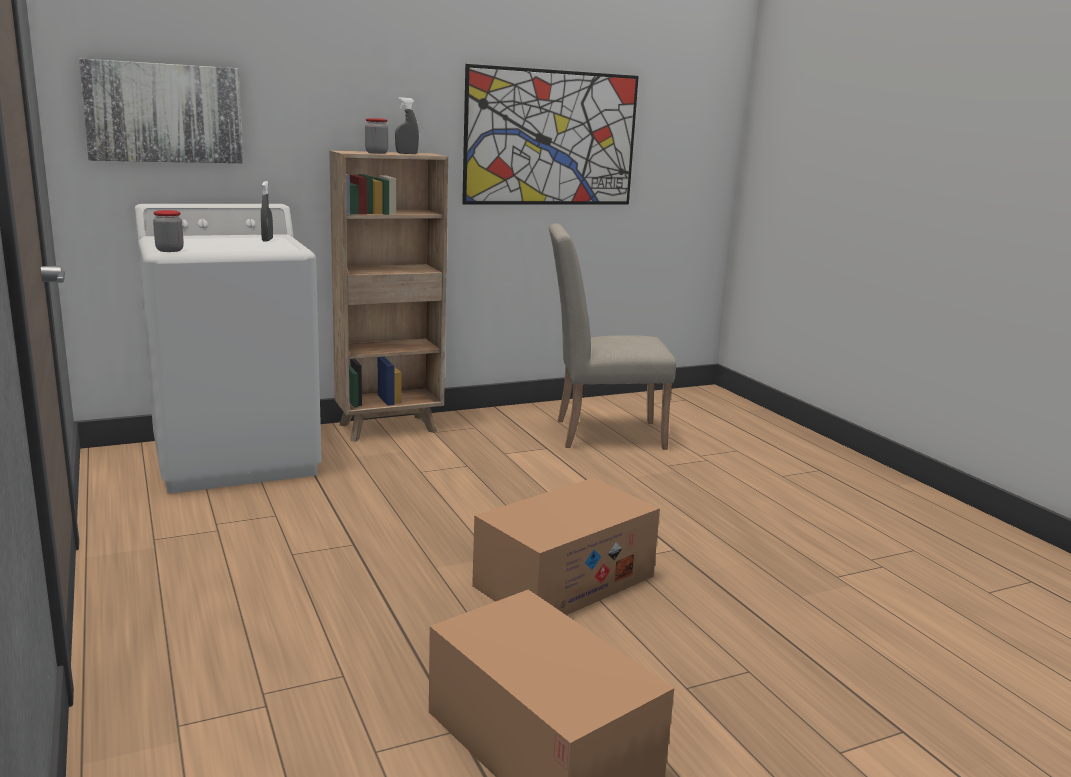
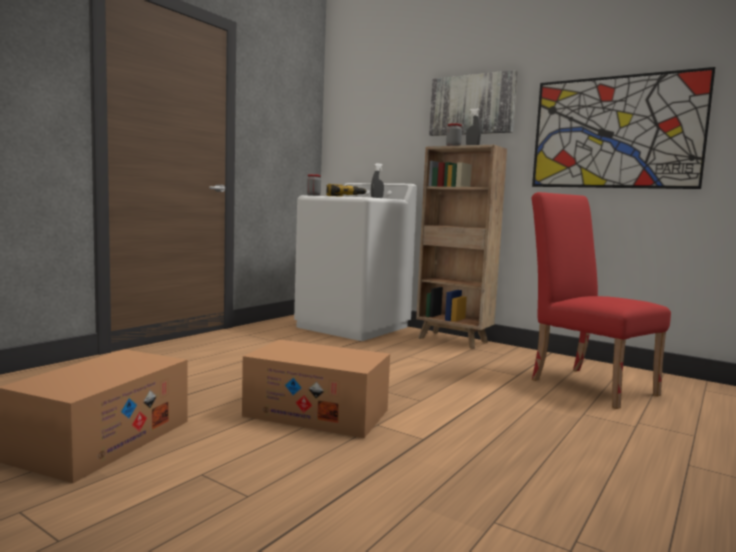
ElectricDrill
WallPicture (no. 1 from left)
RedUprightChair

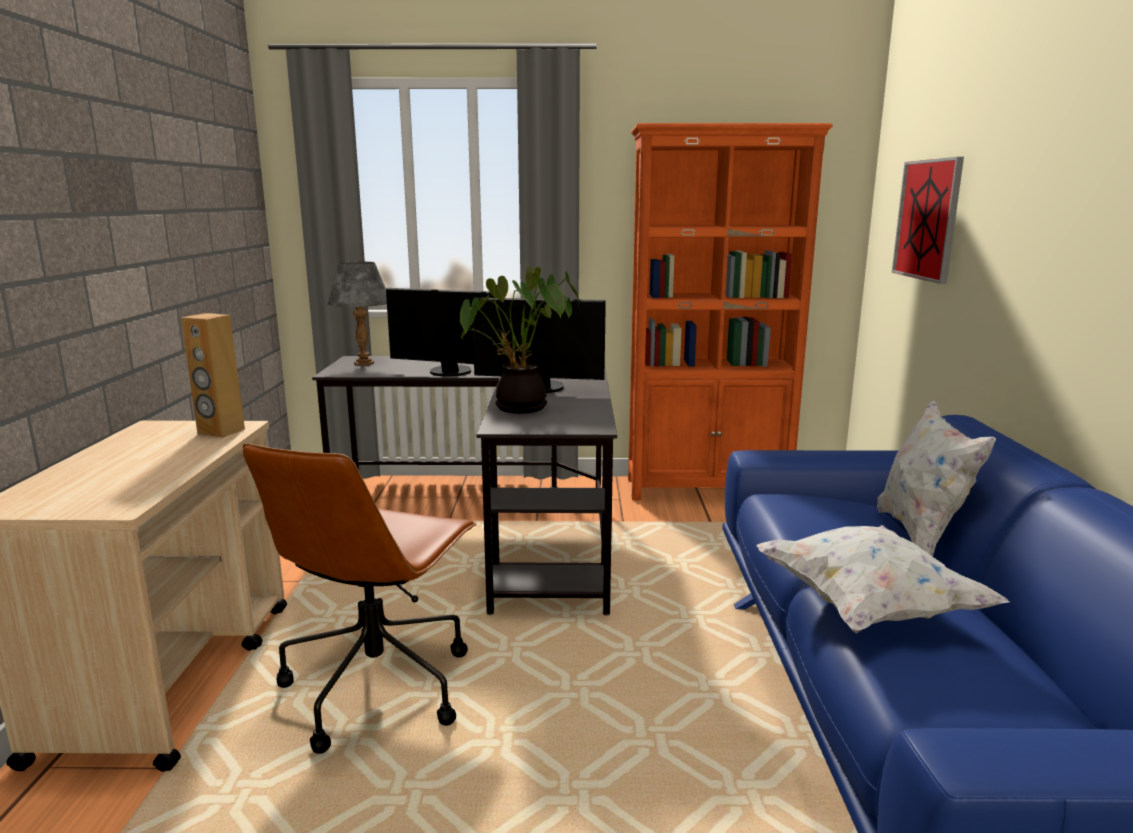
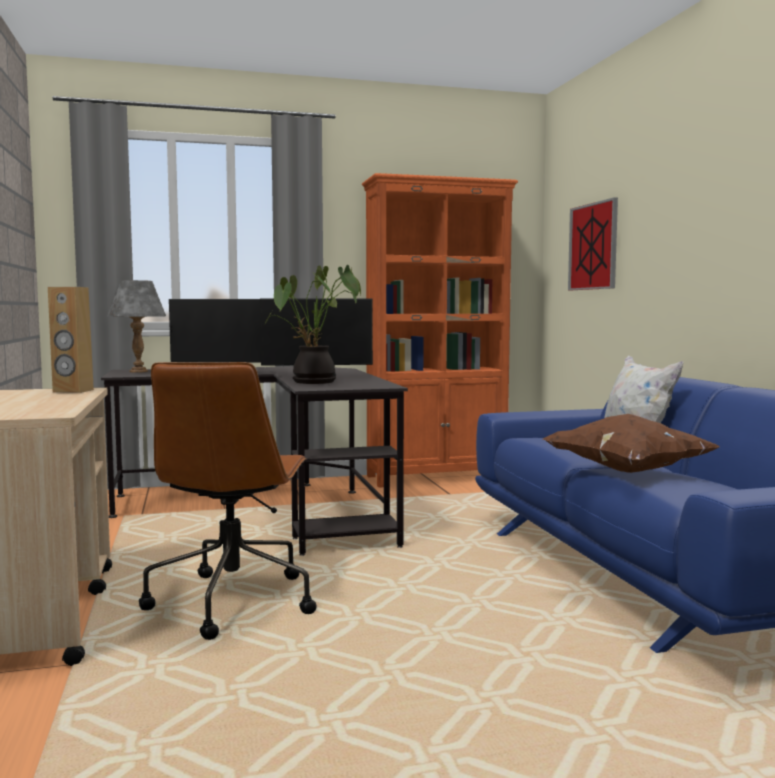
BrownColouredThrowPillow

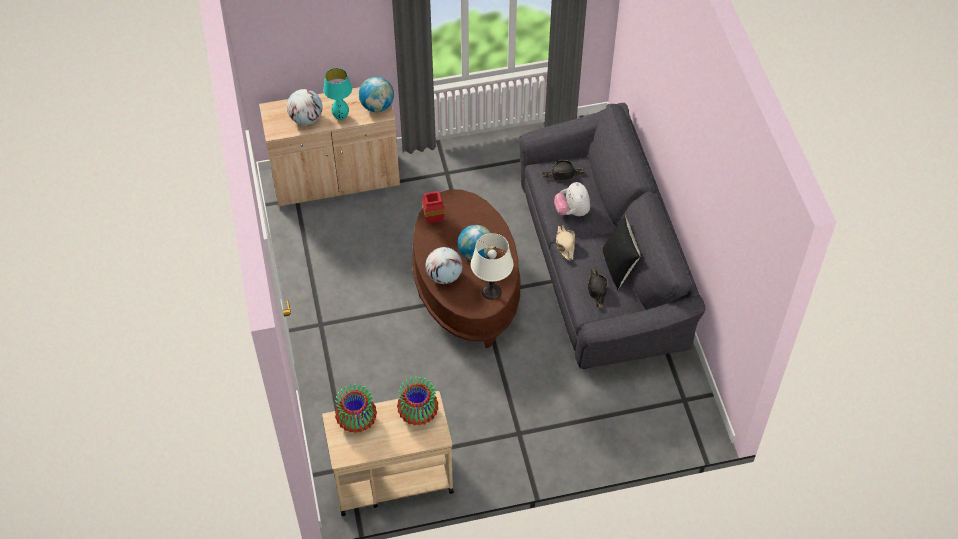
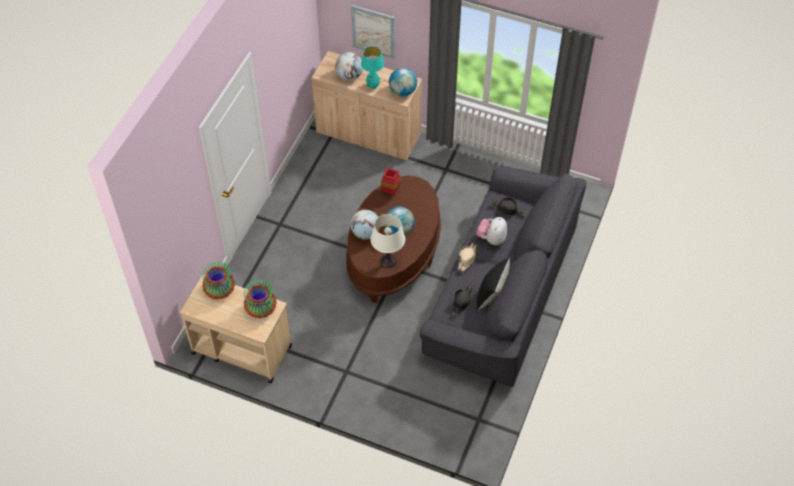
WallPicture

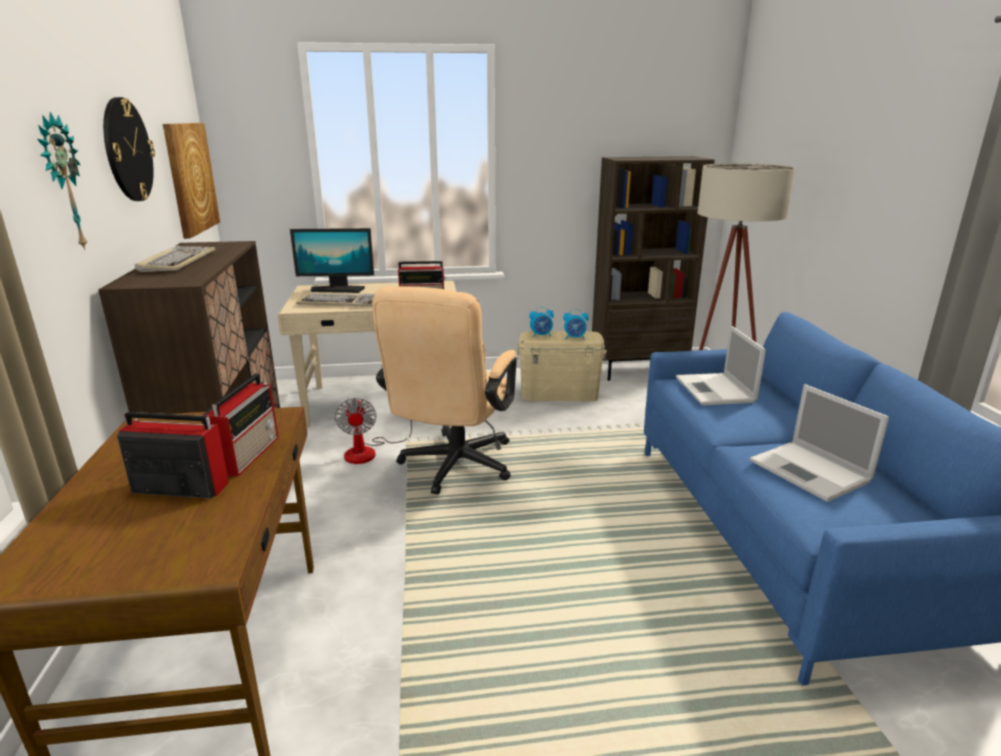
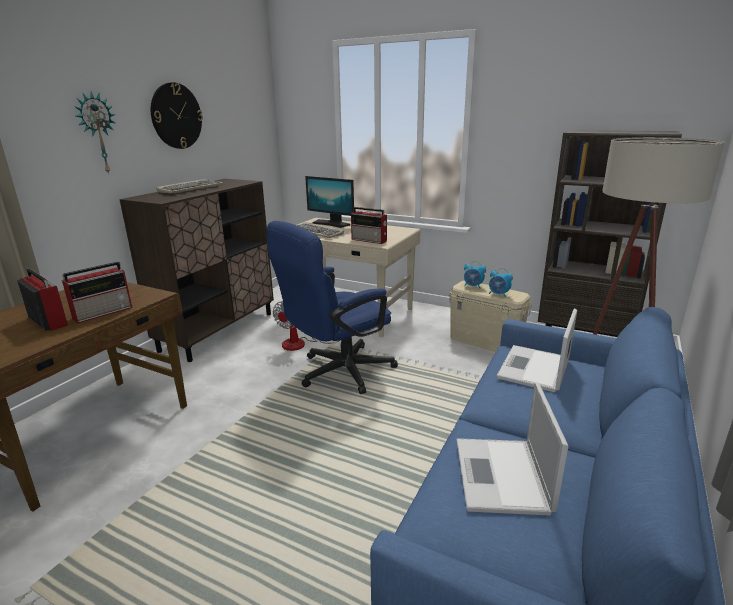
BlueColouredOfficeChair
WallPicture

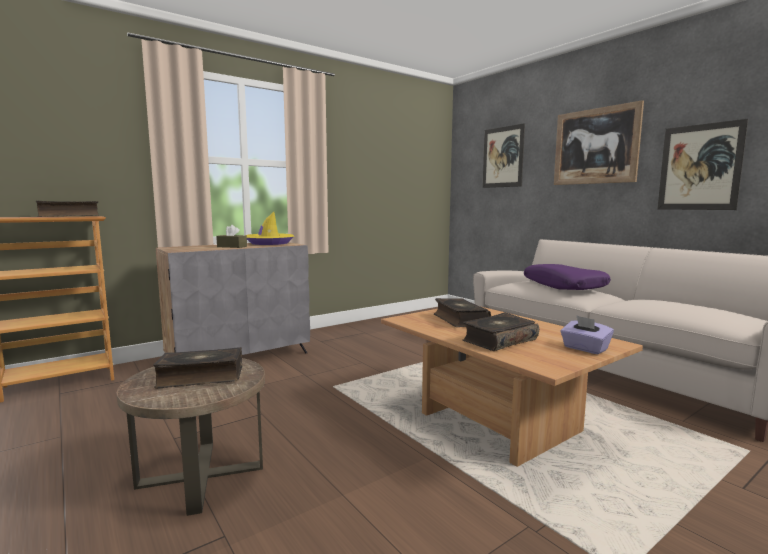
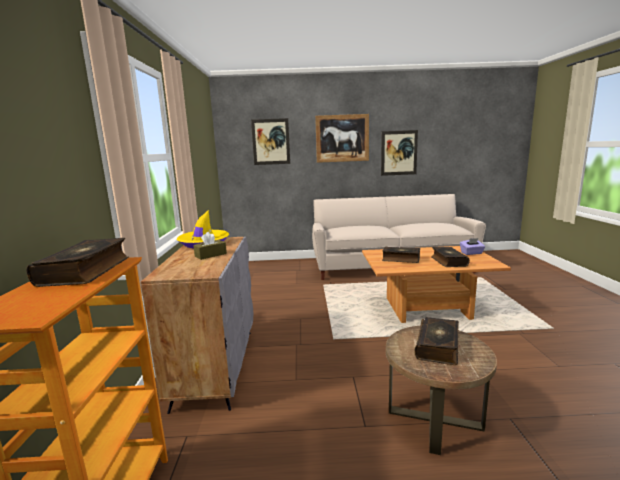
PurpleColouredThrowPillow

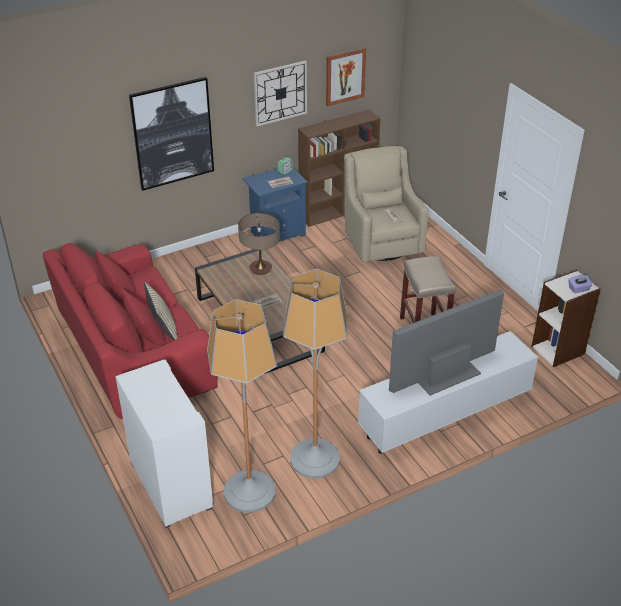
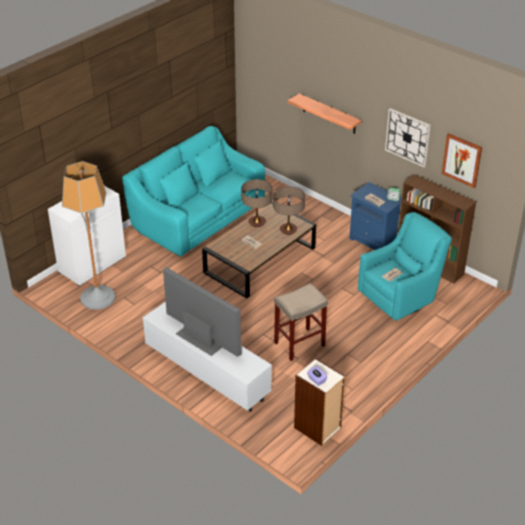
TurquoiseColouredSettee
LampForATable (no. 1 from left)
WallShelf
TurquoiseColouredArmchair
BeigeColouredThrowPillow
StandingLamp (no. 2 from left in the first image)

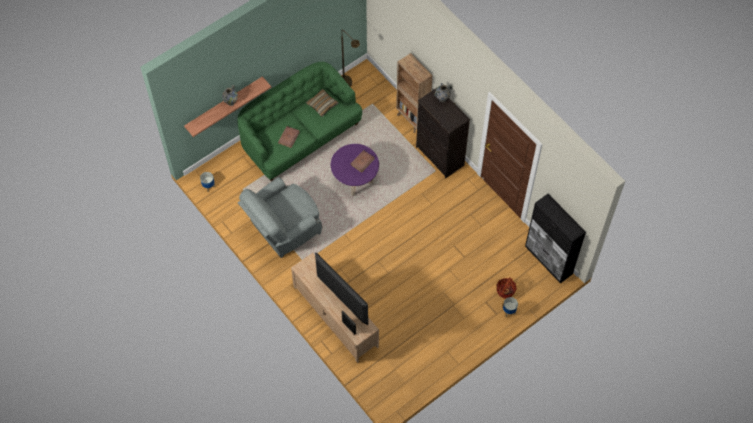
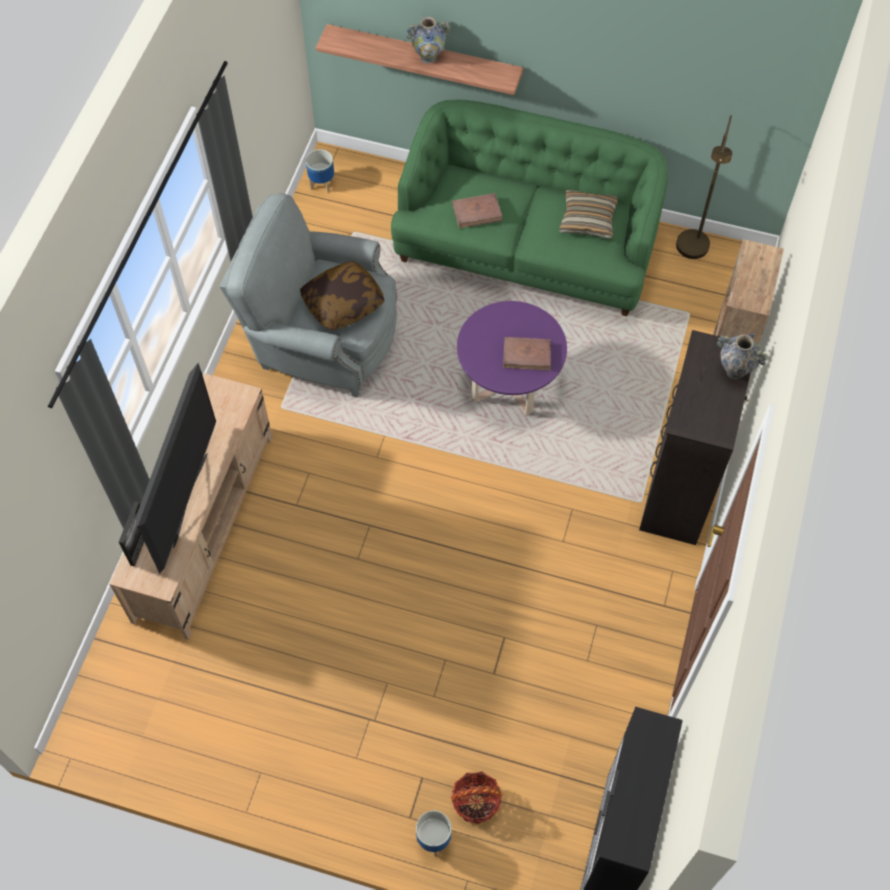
ThrowPillow (no. 1 from left)

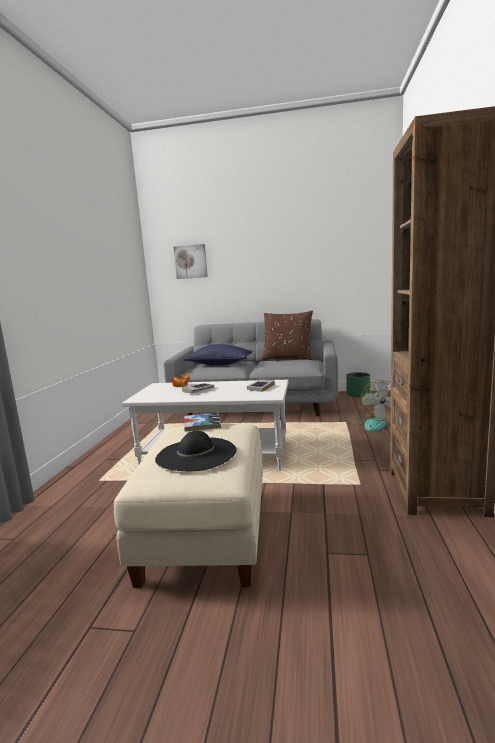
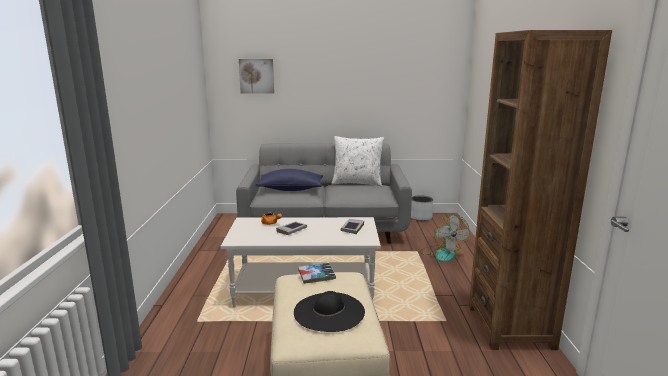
WhiteColouredThrowPillow
GrayPlanter

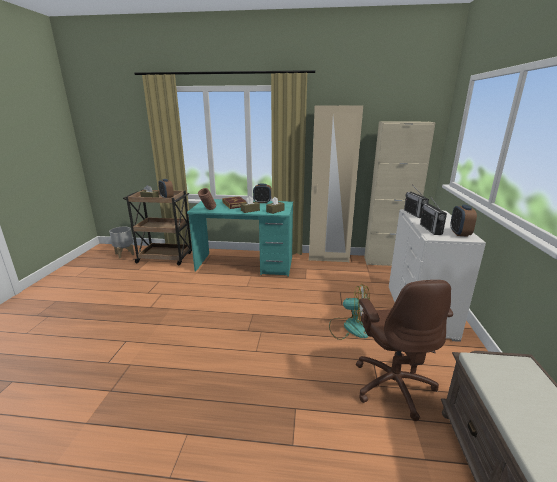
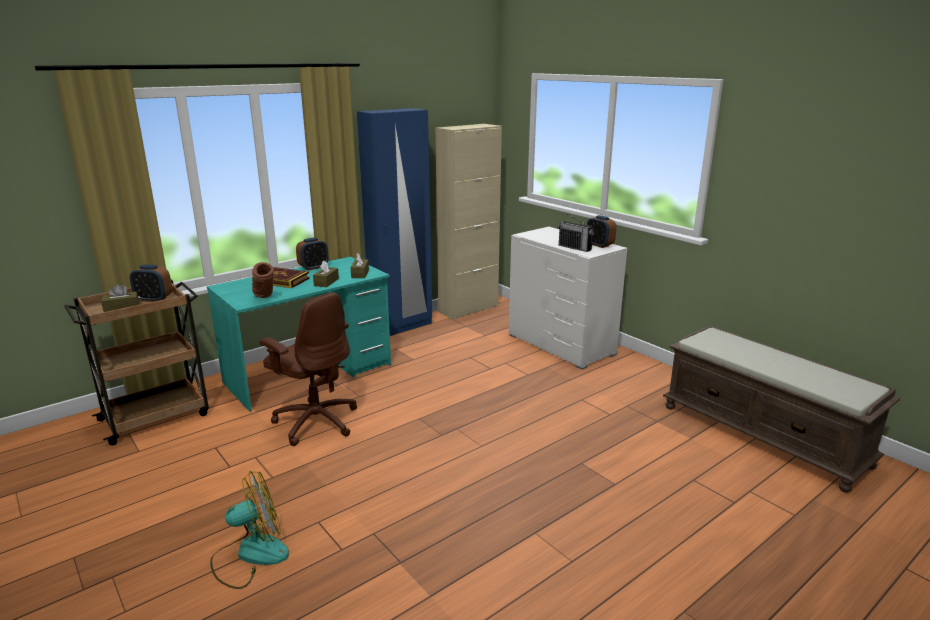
ElectricFan
BrownColouredOfficeChair
BlueColouredWardrobe
GrayPlanter
Radio (no. 1 from left in the first image)

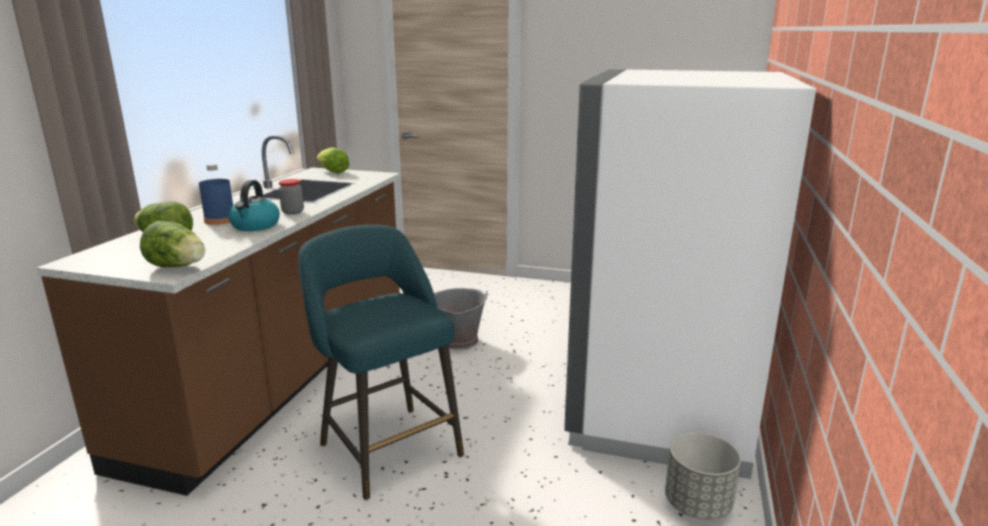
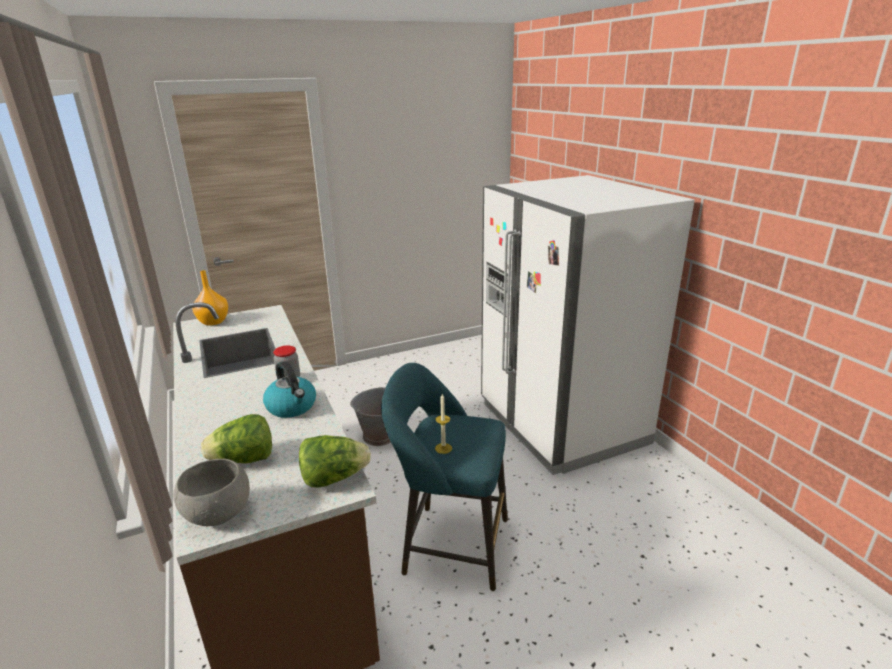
GrayDeepDish
OrangeyDecorativeVase
Candle
BlueColouredBottle
GrayPlanter

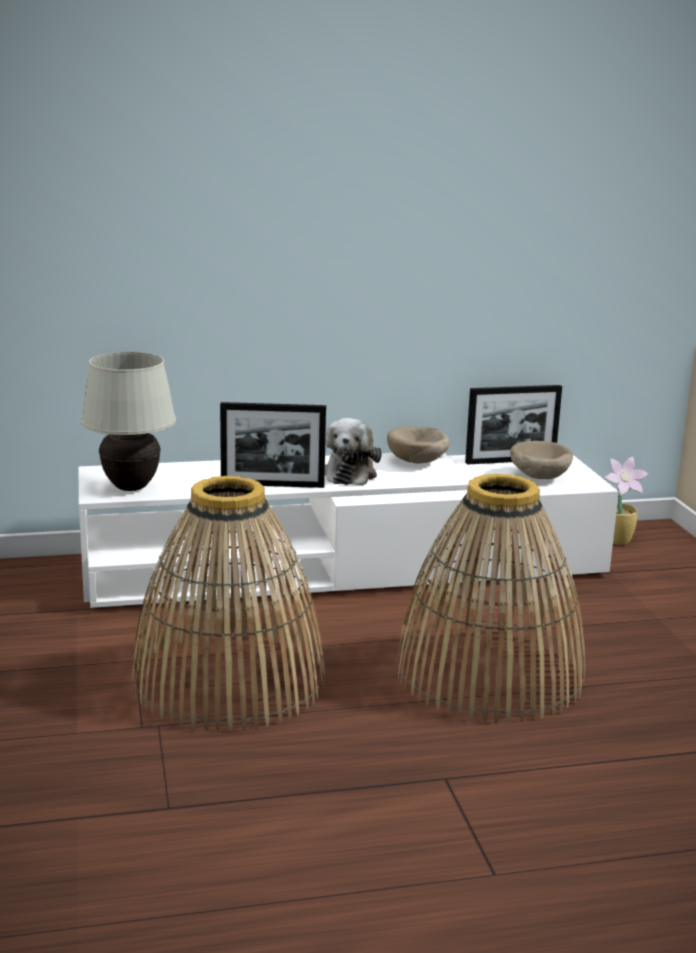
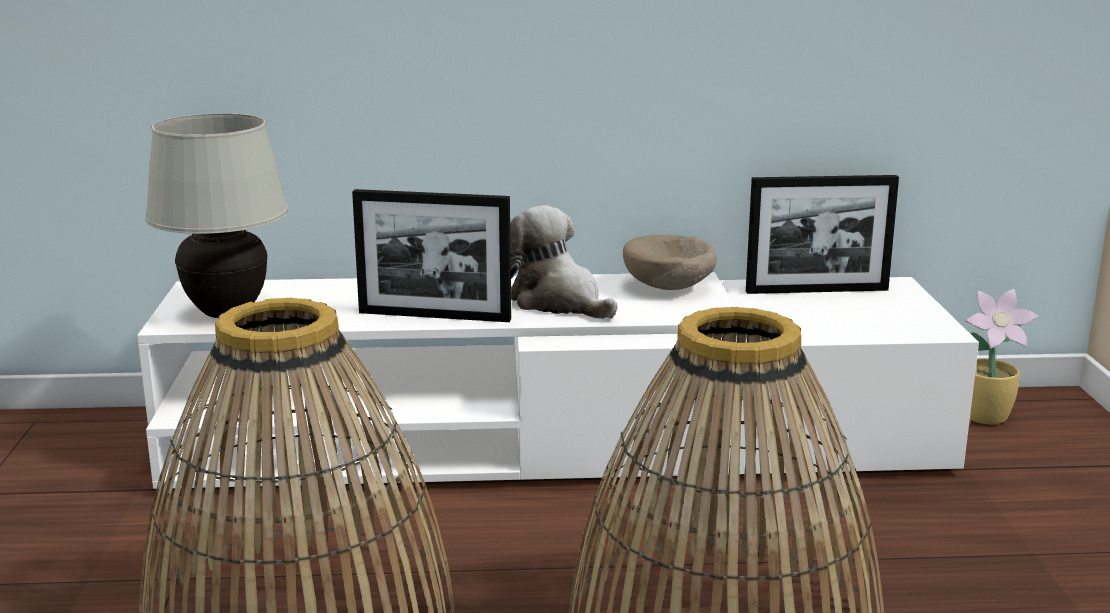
PlushToy
BeigeColouredDeepDish (no. 2 from left in the first image)

